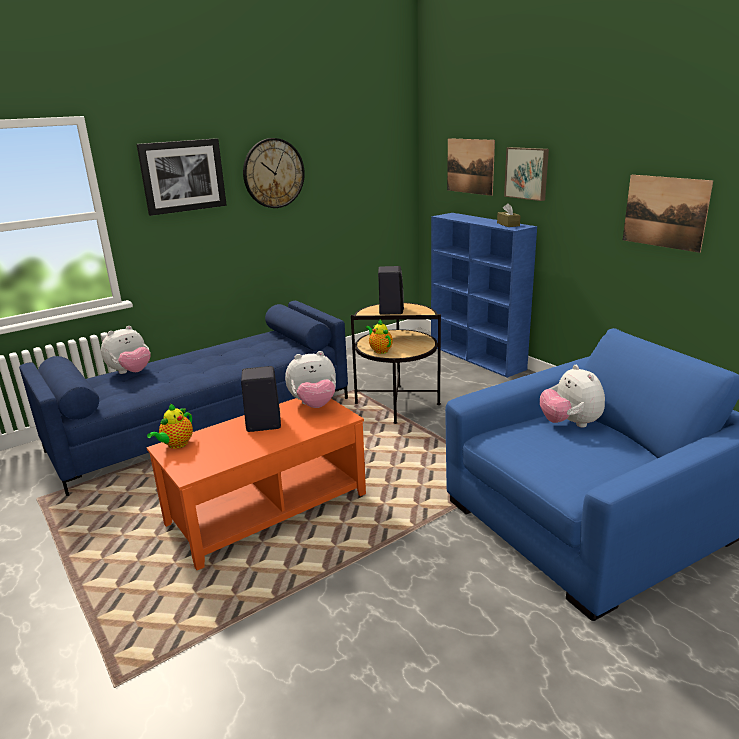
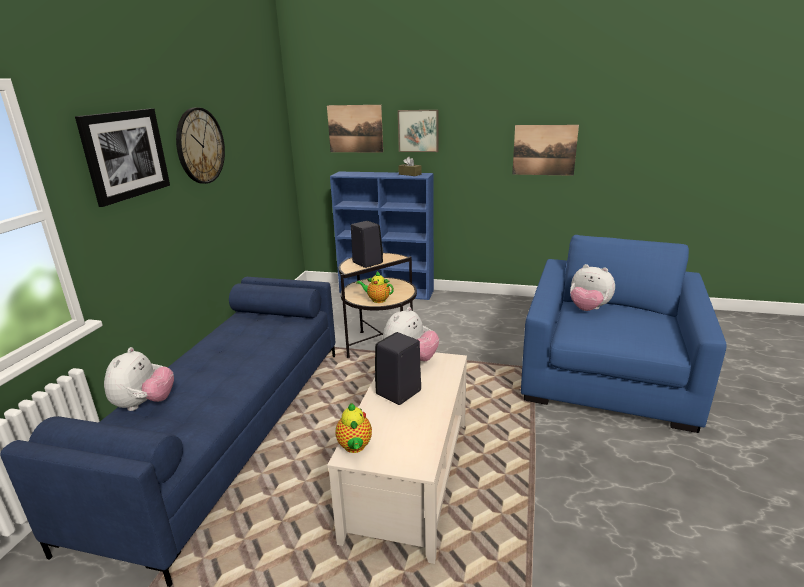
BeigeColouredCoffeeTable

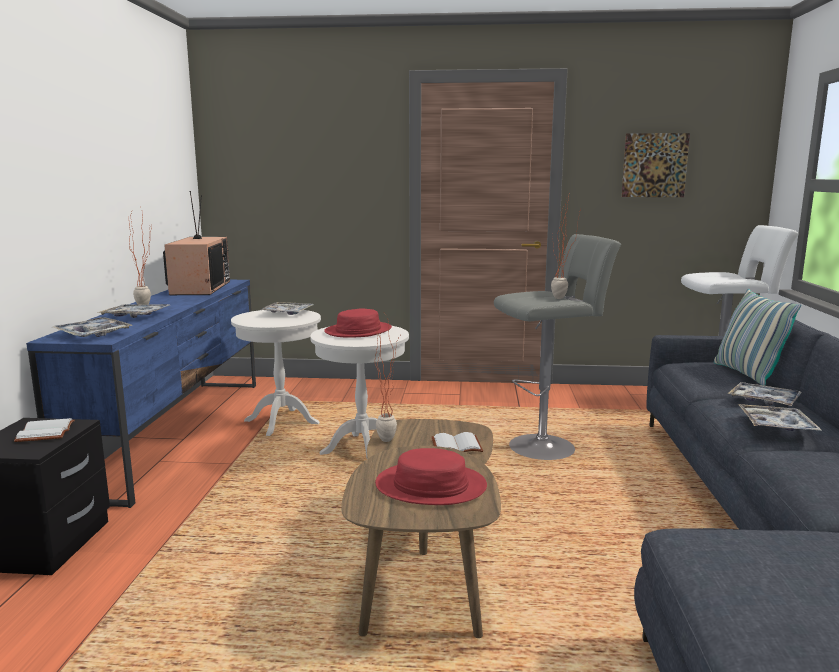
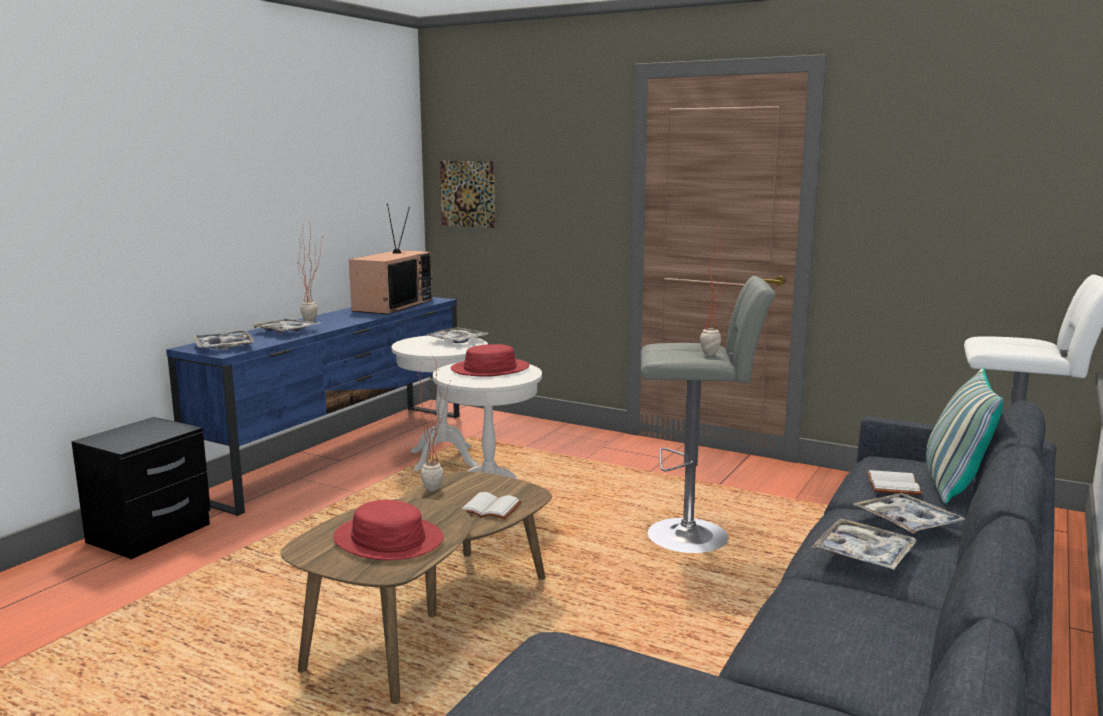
WallPicture
WhiteColouredBoundBook (no. 2 from left)

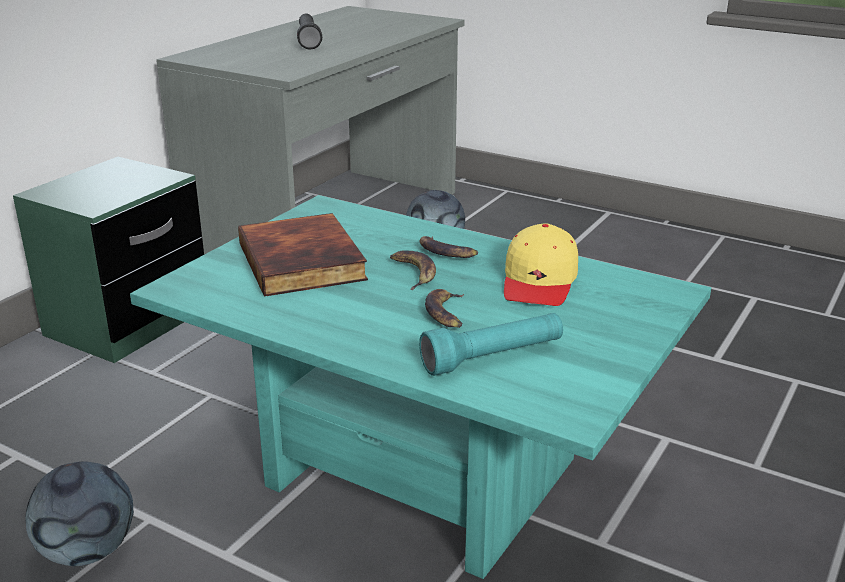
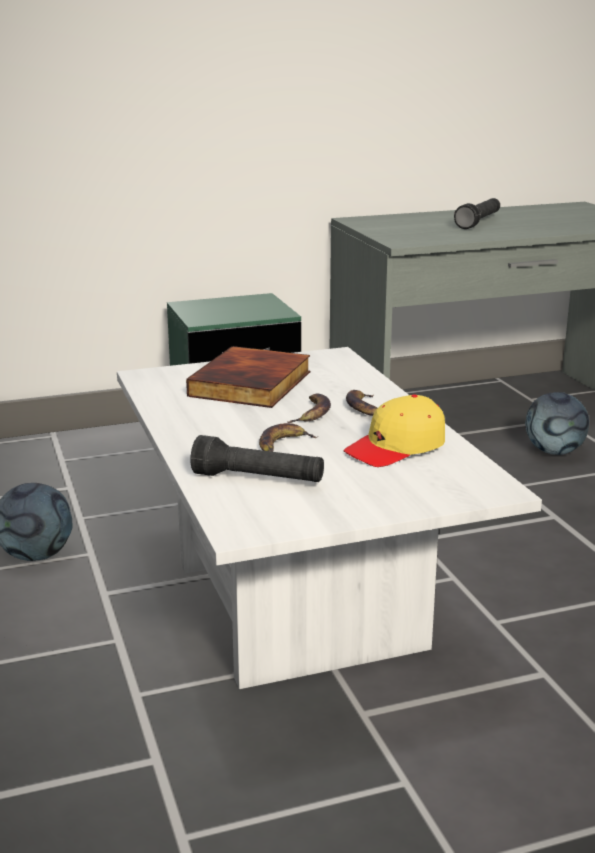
WhiteColouredCoffeeTable
BlackTorch (no. 1 from left)

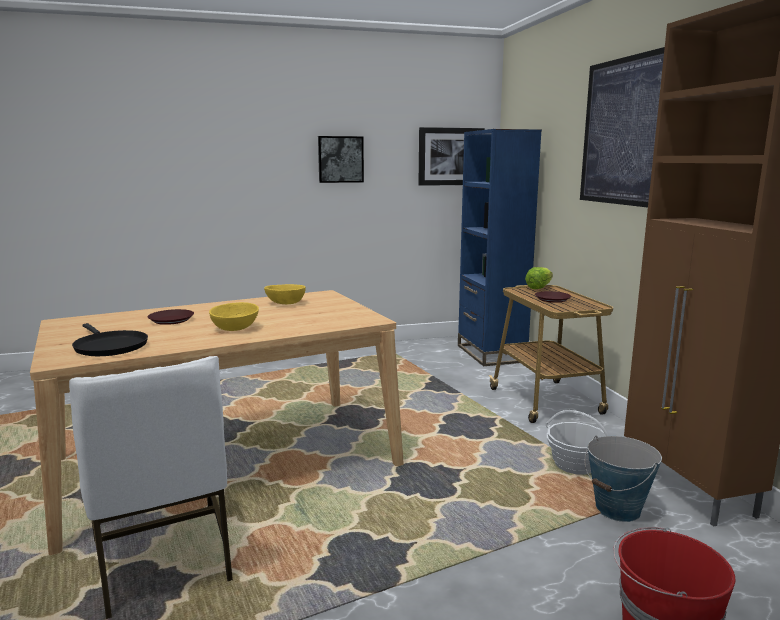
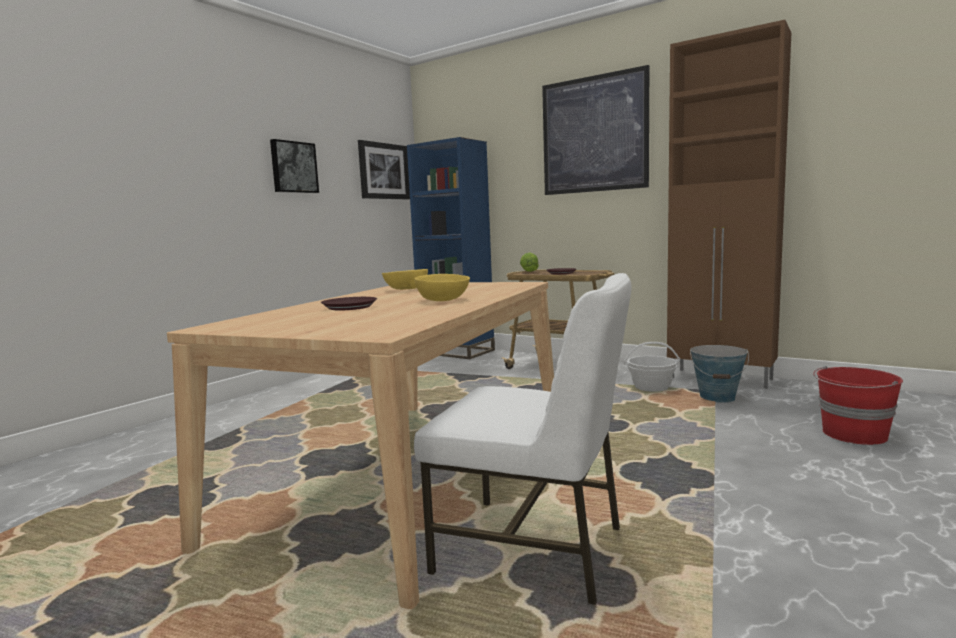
BlackPan

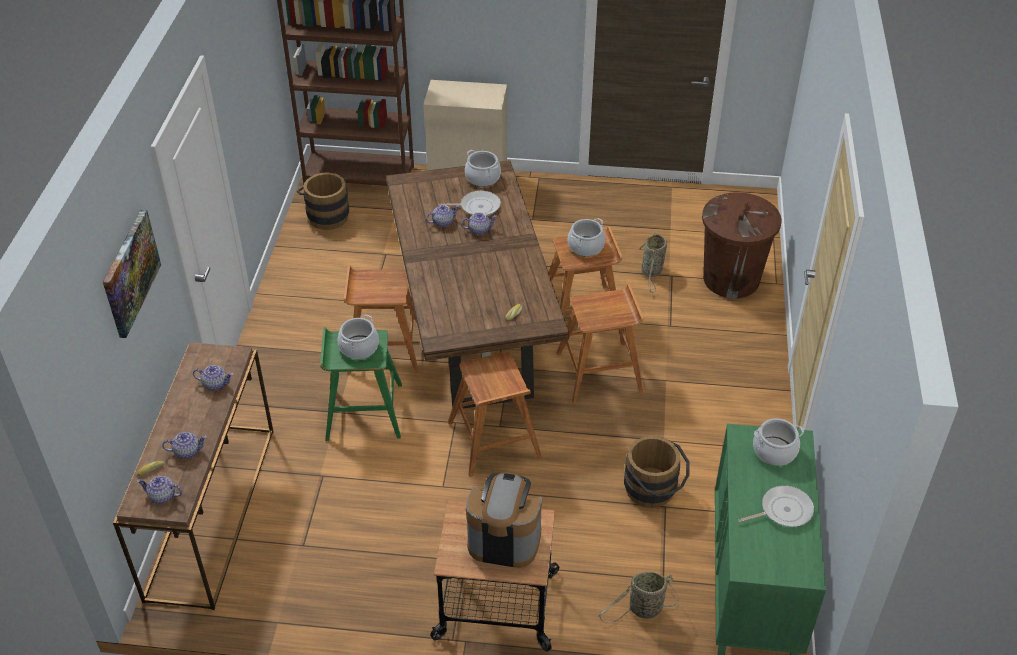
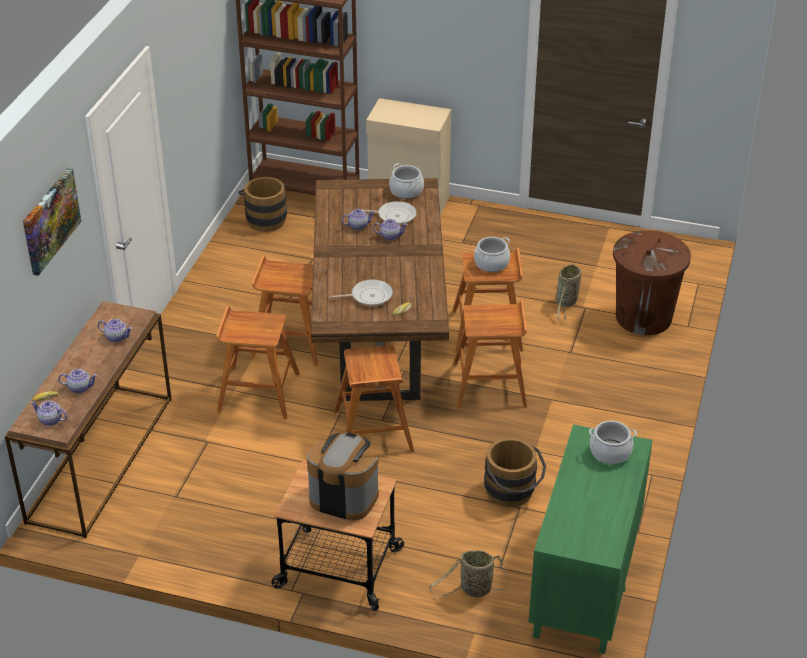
BrownColouredStoolSeat (no. 1 from left)
Pan (no. 1 from left)
Saucepot (no. 1 from left in the first image)

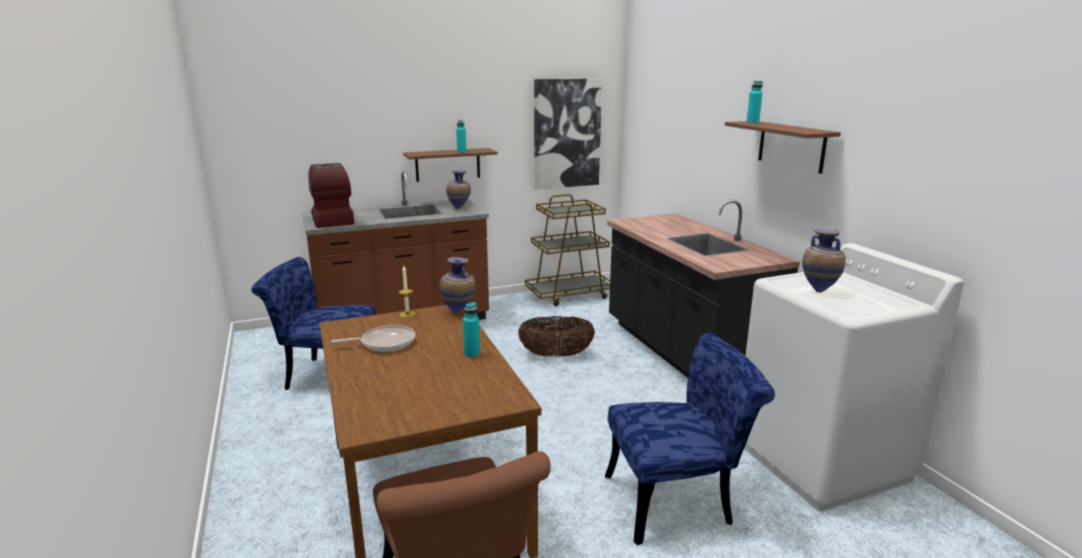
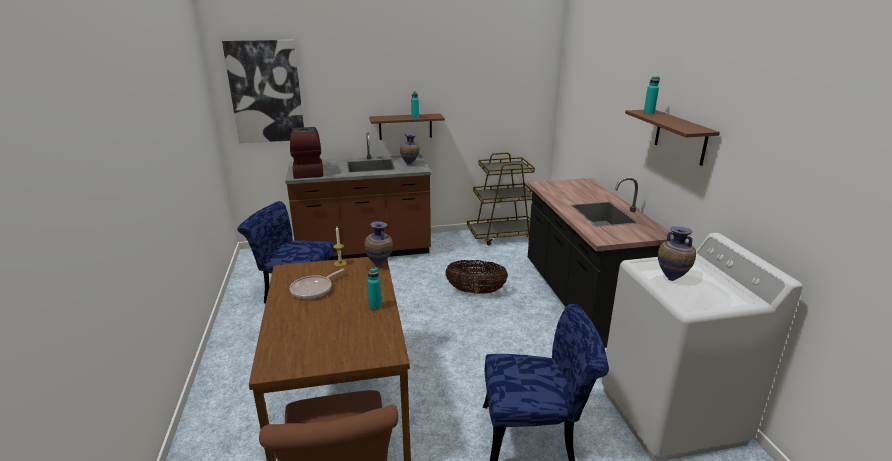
WallPicture
Pan

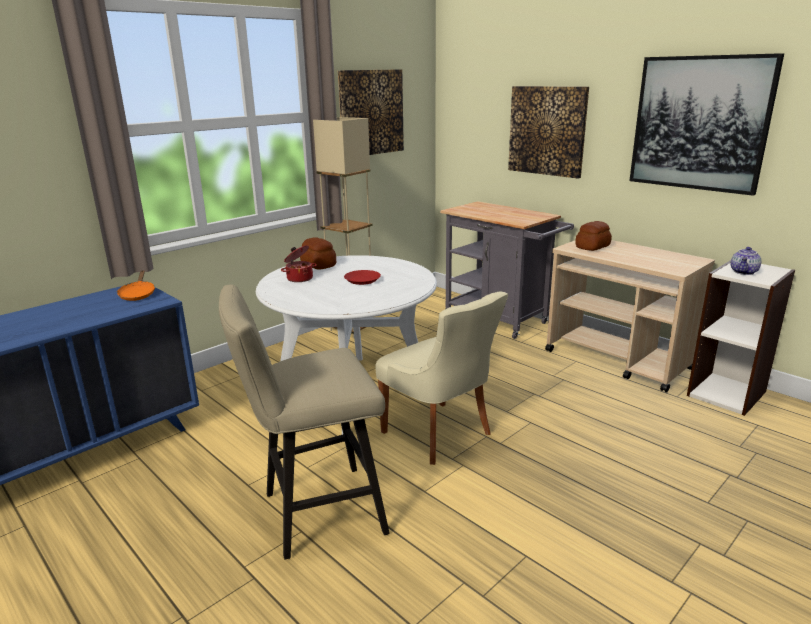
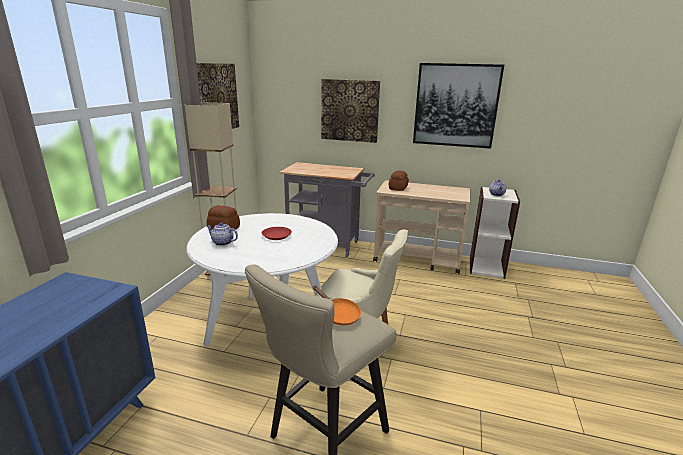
TeaPot (no. 1 from left)
OrangeyPan

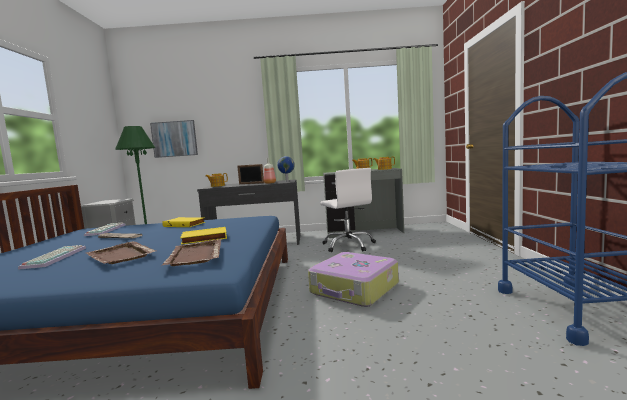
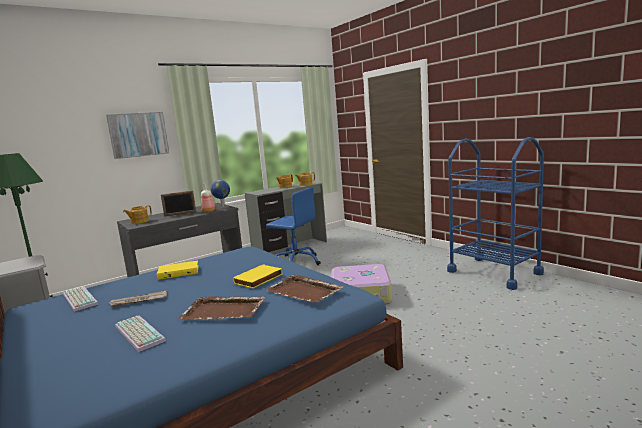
WallPicture
BlueColouredOfficeChair

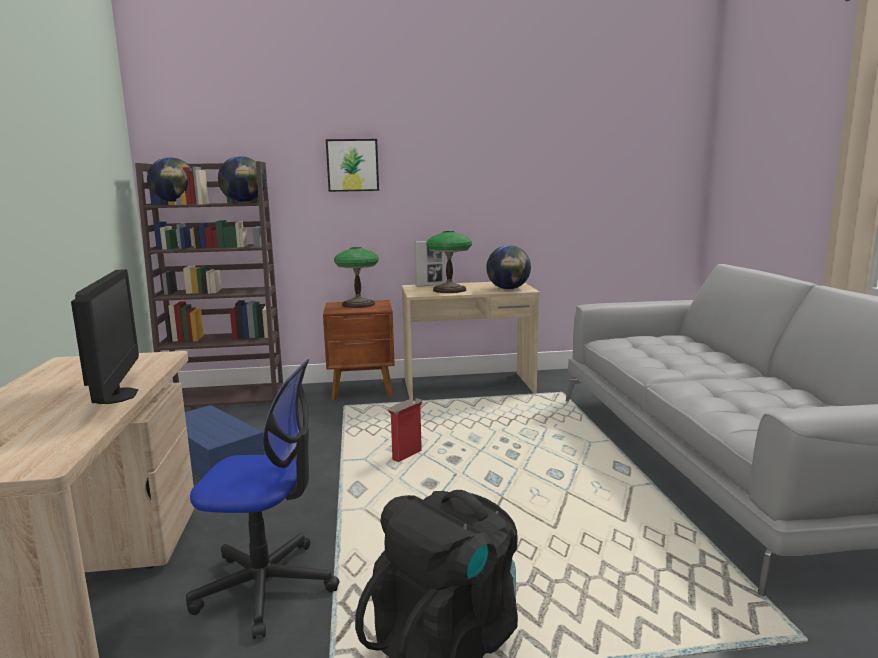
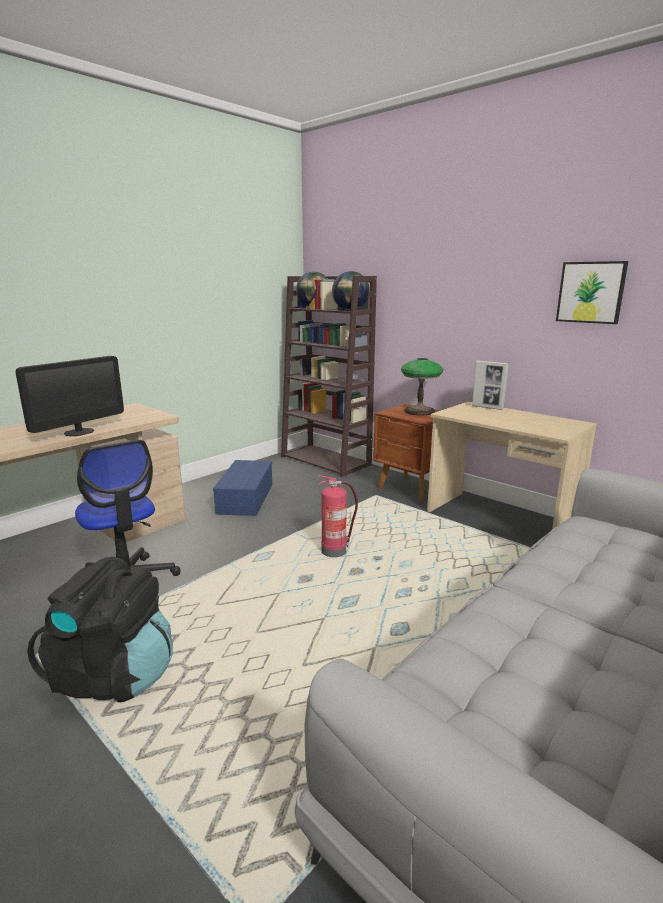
Extinguisher
WallPicture
LampForATable (no. 2 from left in the first image)
Globe (no. 3 from left in the first image)

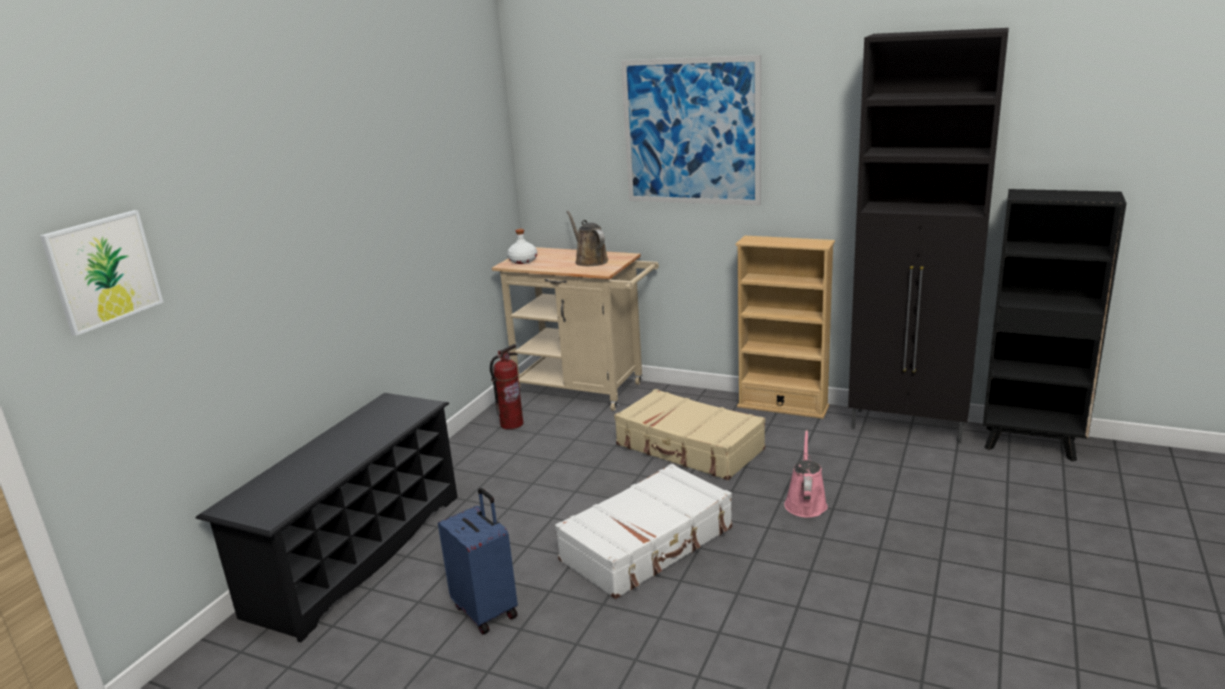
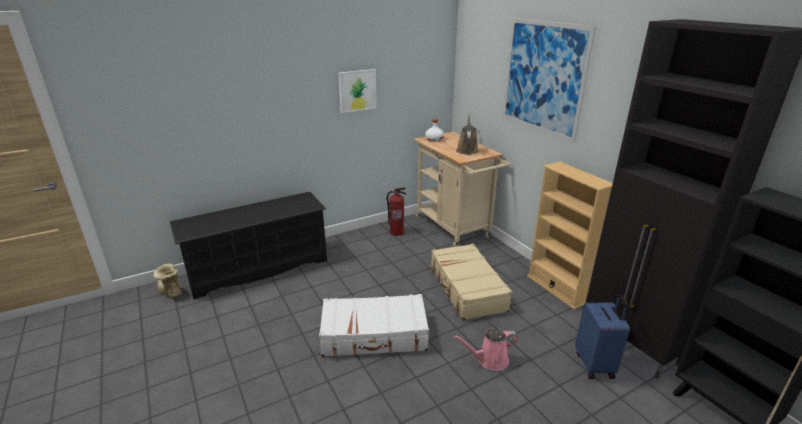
Boot
WallPicture (no. 1 from left)
PinkishSprinklingCan
BlueColouredPieceOfLuggage

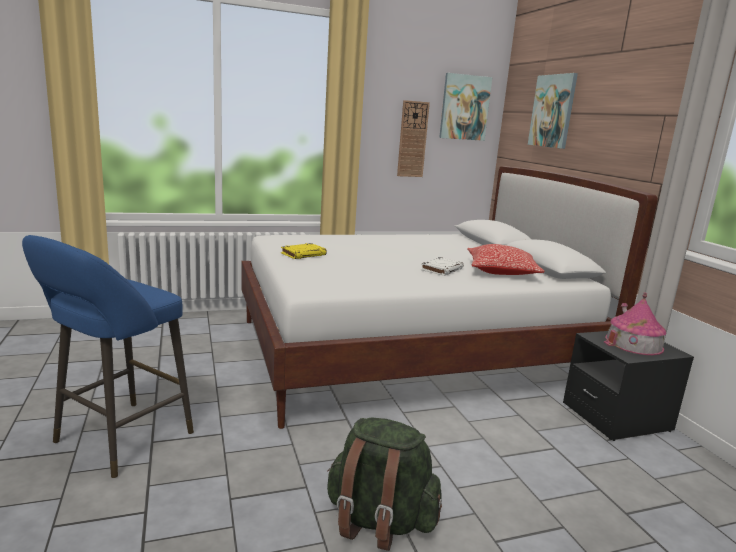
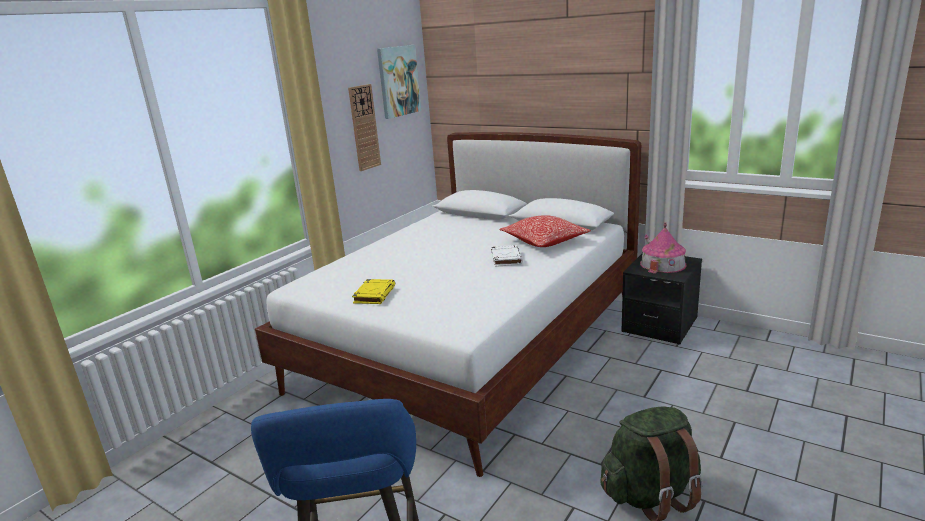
WallPicture (no. 2 from left in the first image)

